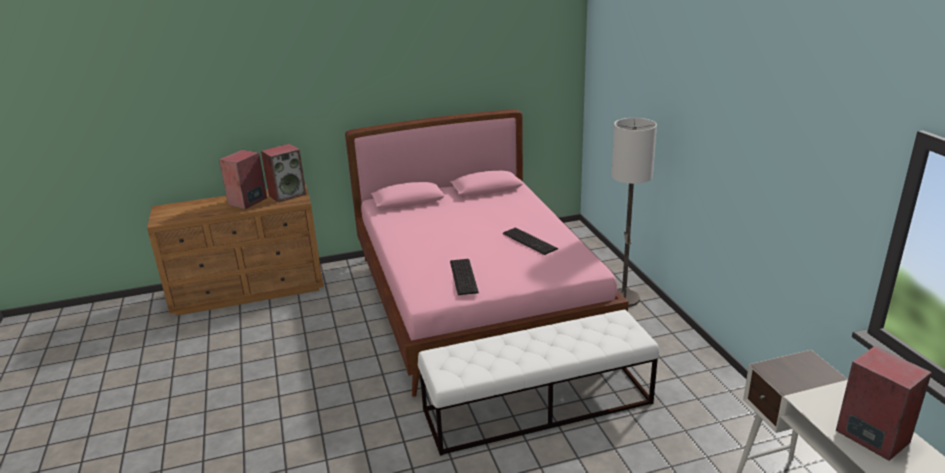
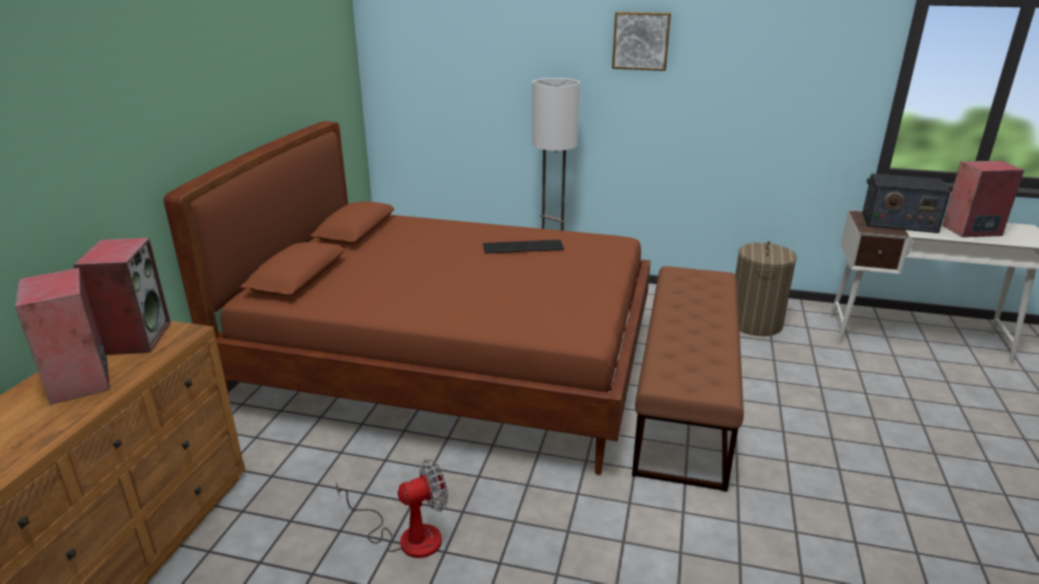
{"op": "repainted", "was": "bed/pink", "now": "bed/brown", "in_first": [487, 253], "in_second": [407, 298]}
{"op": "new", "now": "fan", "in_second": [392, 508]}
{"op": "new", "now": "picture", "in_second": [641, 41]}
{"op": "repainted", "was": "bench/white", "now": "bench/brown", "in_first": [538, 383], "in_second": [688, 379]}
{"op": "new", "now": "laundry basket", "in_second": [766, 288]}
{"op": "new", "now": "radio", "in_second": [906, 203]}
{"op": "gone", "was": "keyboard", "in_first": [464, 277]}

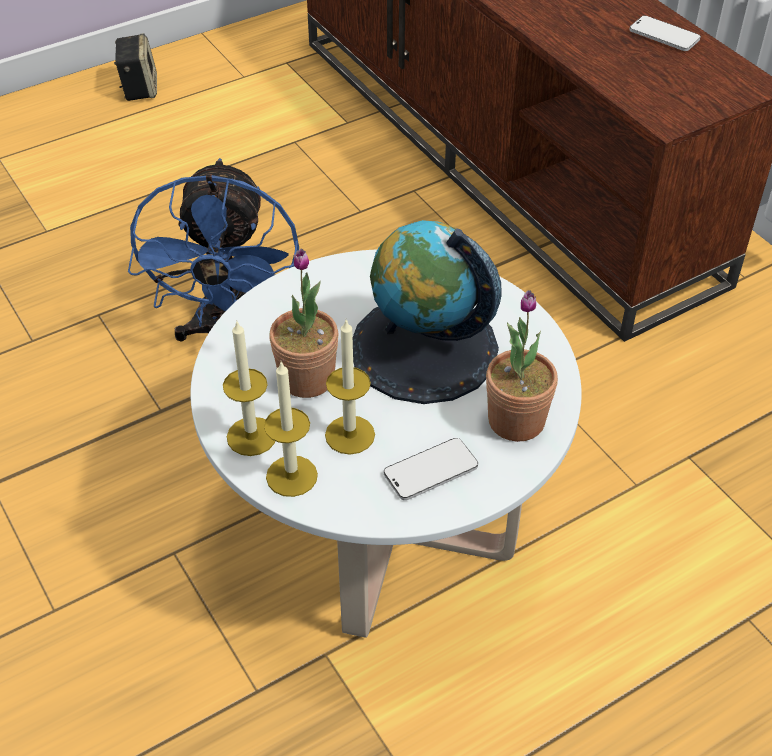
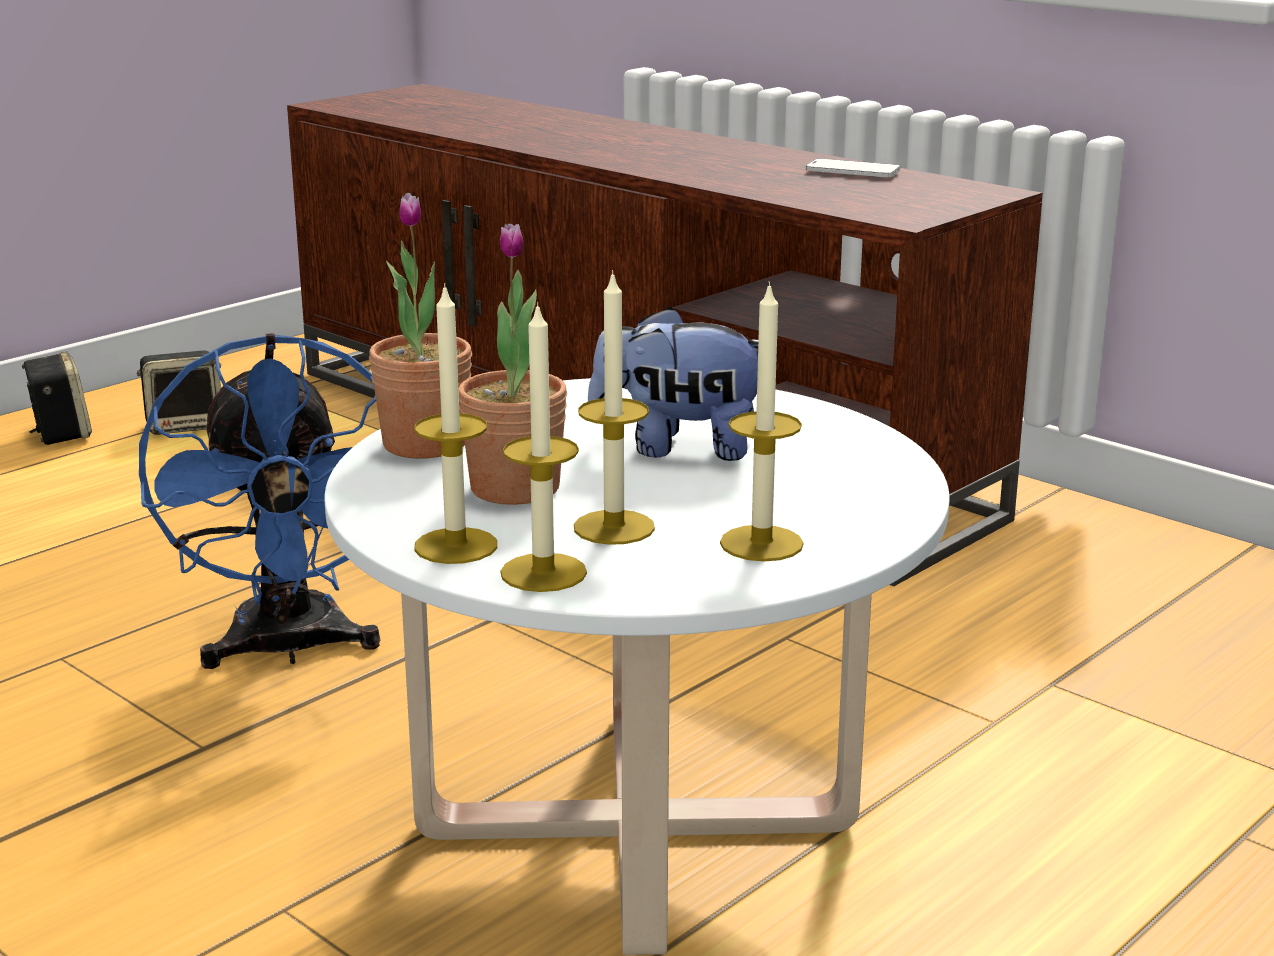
{"op": "new", "now": "speaker", "in_second": [179, 392]}
{"op": "shifted", "was": "potted plant", "in_first": [522, 366], "in_second": [420, 326]}
{"op": "swapped", "was": "globe", "now": "plush toy", "in_first": [427, 312], "in_second": [673, 383]}
{"op": "swapped", "was": "phone", "now": "candle", "in_first": [431, 469], "in_second": [762, 421]}

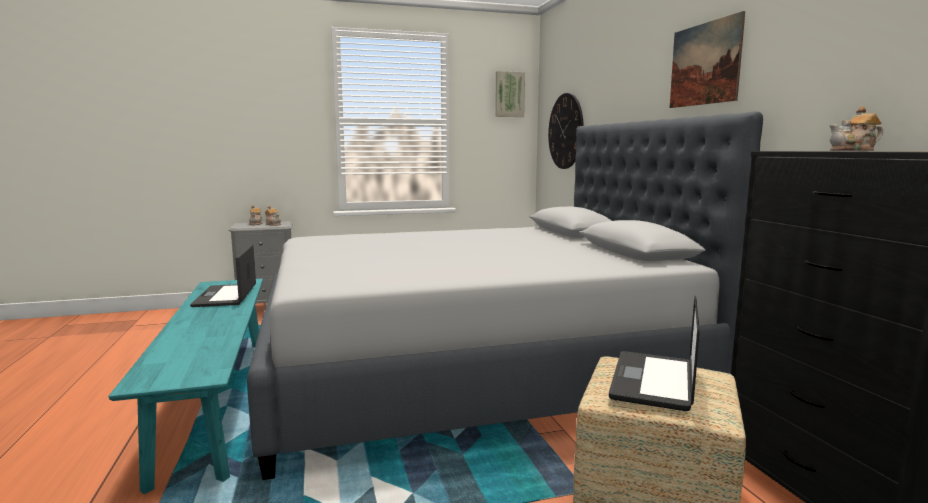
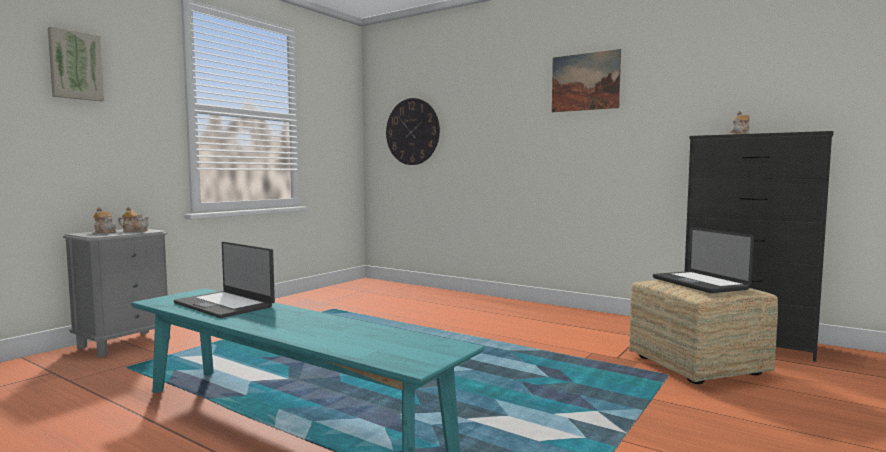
{"op": "shifted", "was": "picture", "in_first": [510, 94], "in_second": [76, 64]}
{"op": "gone", "was": "bed/grey", "in_first": [505, 295]}

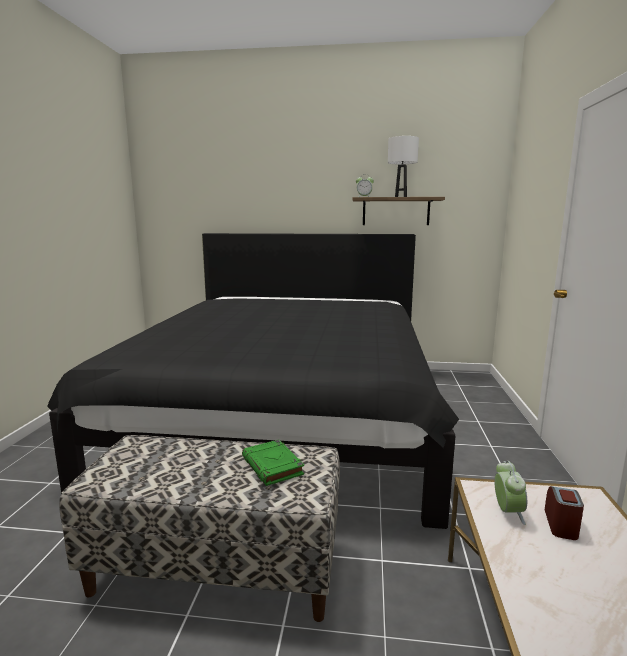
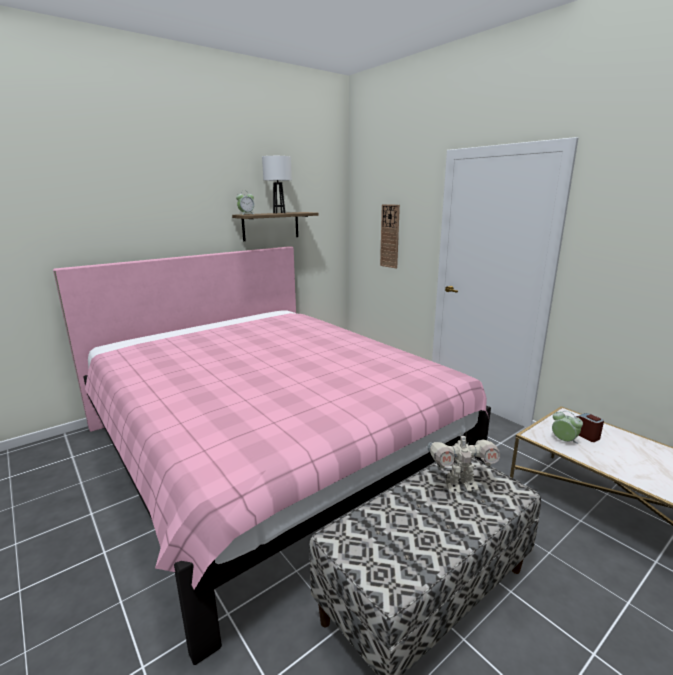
{"op": "repainted", "was": "bed/black", "now": "bed/pink", "in_first": [253, 381], "in_second": [272, 455]}
{"op": "new", "now": "wall clock", "in_second": [390, 236]}
{"op": "swapped", "was": "book/green", "now": "toy robot", "in_first": [273, 463], "in_second": [464, 463]}

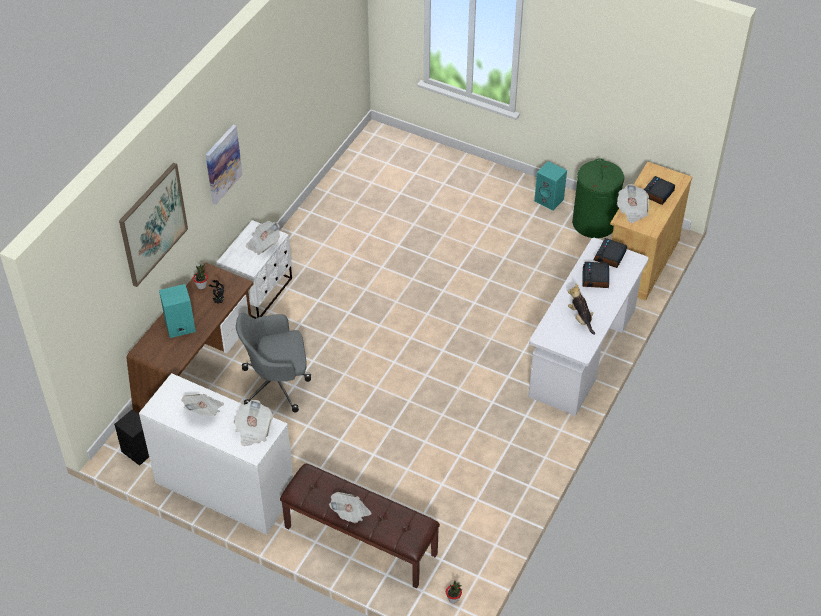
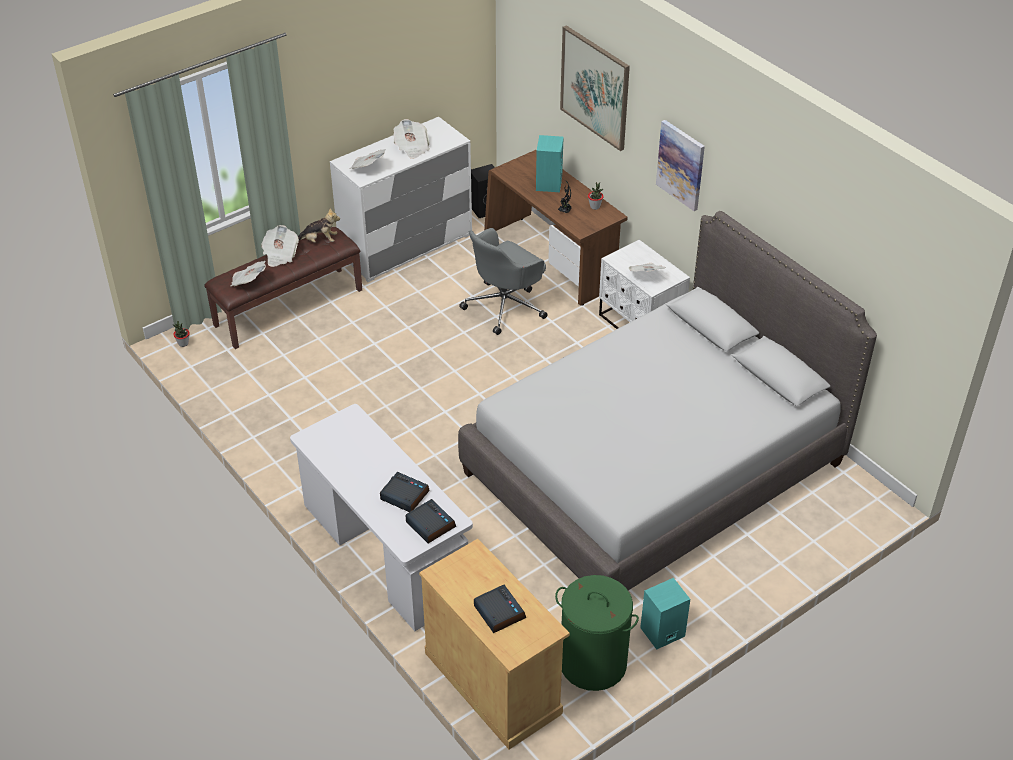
{"op": "shifted", "was": "newspaper", "in_first": [633, 203], "in_second": [248, 274]}
{"op": "shifted", "was": "plush toy", "in_first": [581, 309], "in_second": [319, 225]}
{"op": "new", "now": "bed/grey", "in_second": [667, 400]}
{"op": "rotated", "was": "office chair/grey", "in_first": [273, 362], "in_second": [503, 281], "clockwise": -150}

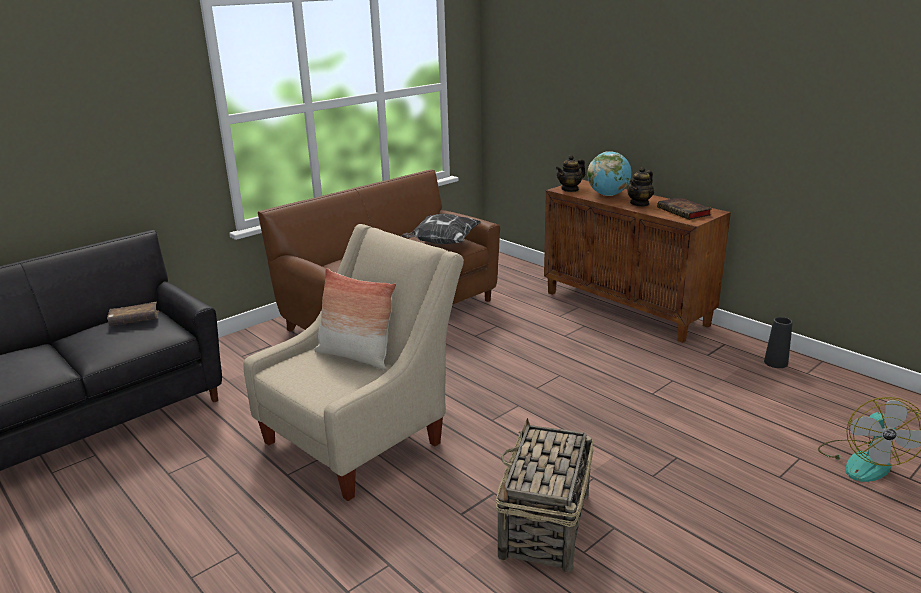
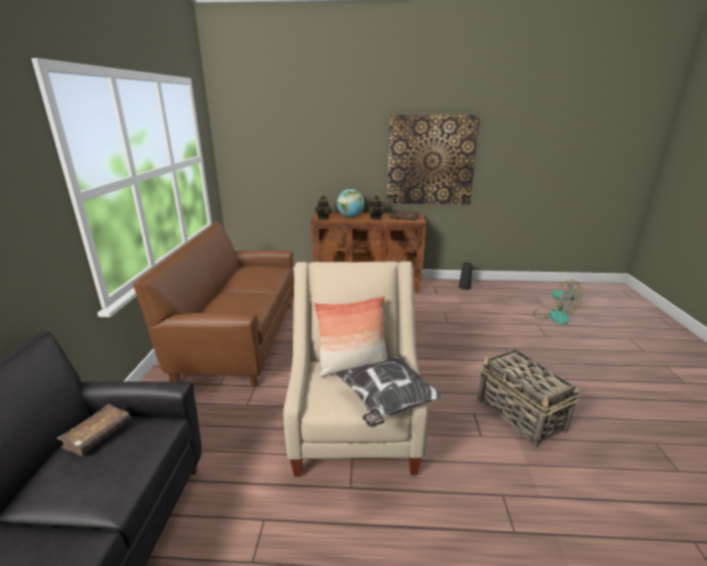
{"op": "shifted", "was": "pillow", "in_first": [441, 229], "in_second": [390, 391]}
{"op": "new", "now": "picture", "in_second": [433, 159]}

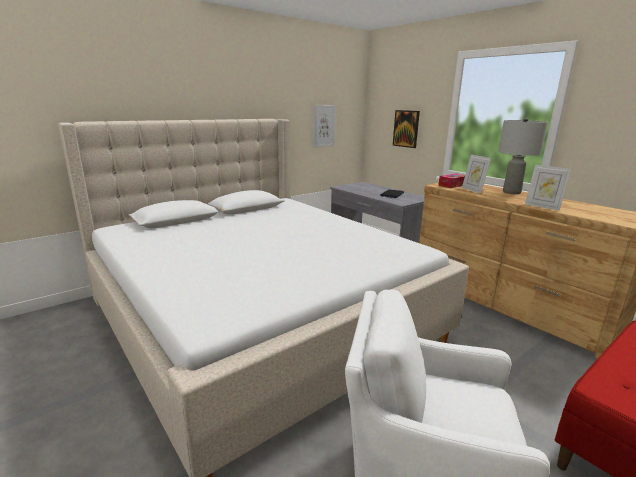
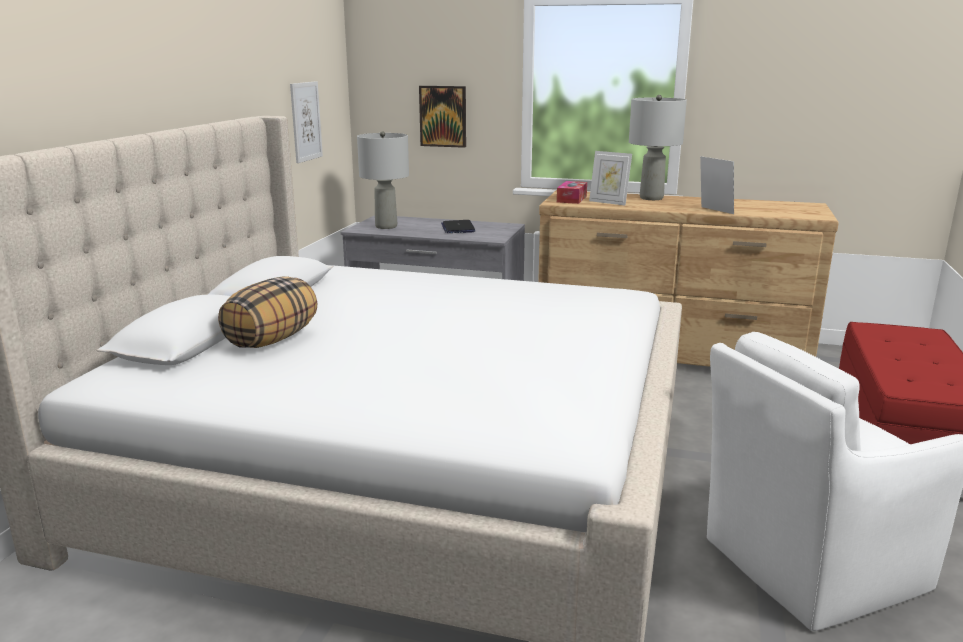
{"op": "new", "now": "pillow", "in_second": [267, 312]}
{"op": "new", "now": "table lamp/grey", "in_second": [383, 180]}
{"op": "rotated", "was": "picture frame", "in_first": [548, 188], "in_second": [717, 185], "clockwise": -135}

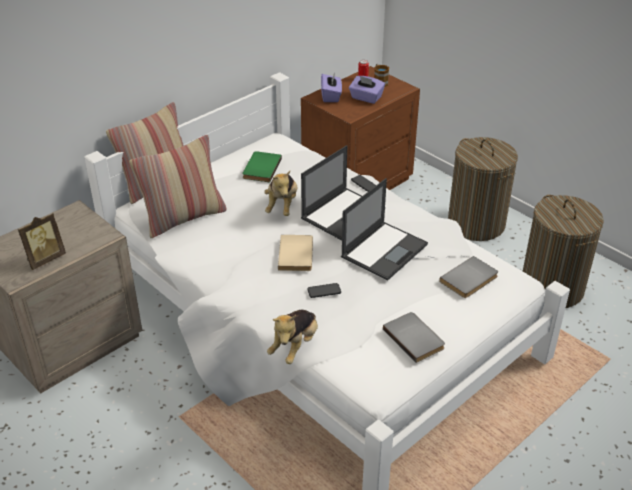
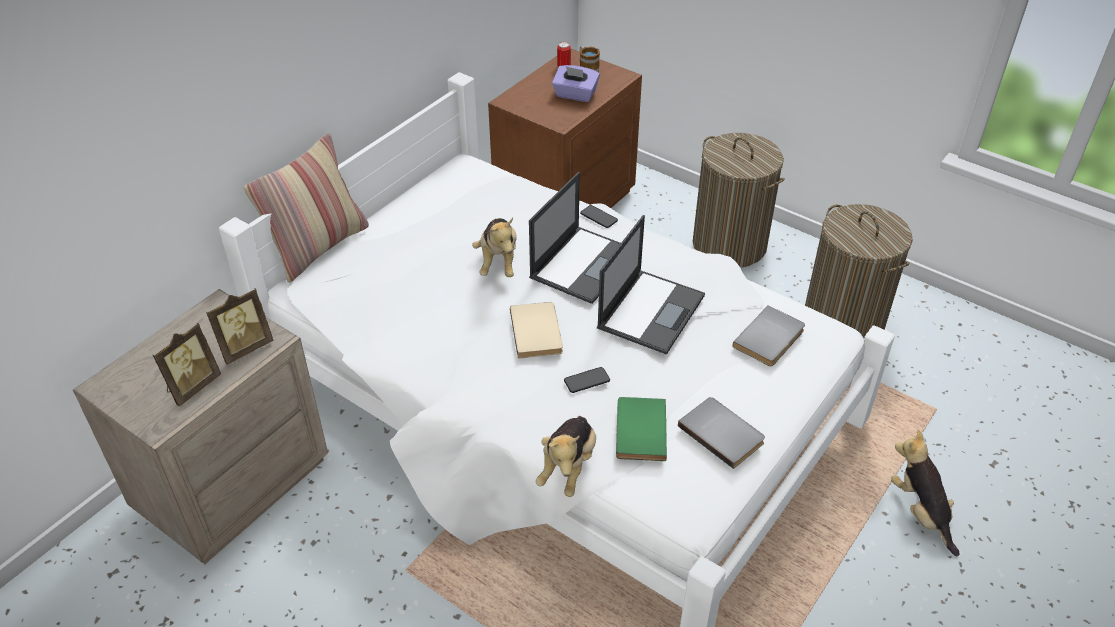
{"op": "new", "now": "picture frame", "in_second": [239, 326]}
{"op": "shifted", "was": "book/green", "in_first": [262, 166], "in_second": [641, 429]}
{"op": "new", "now": "plush toy", "in_second": [925, 492]}
{"op": "gone", "was": "pillow", "in_first": [178, 186]}
{"op": "gone", "was": "tissue box/purple", "in_first": [331, 87]}

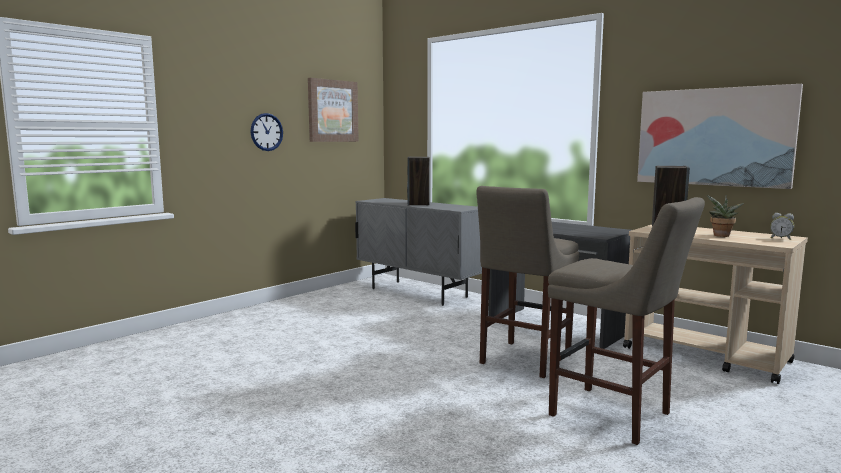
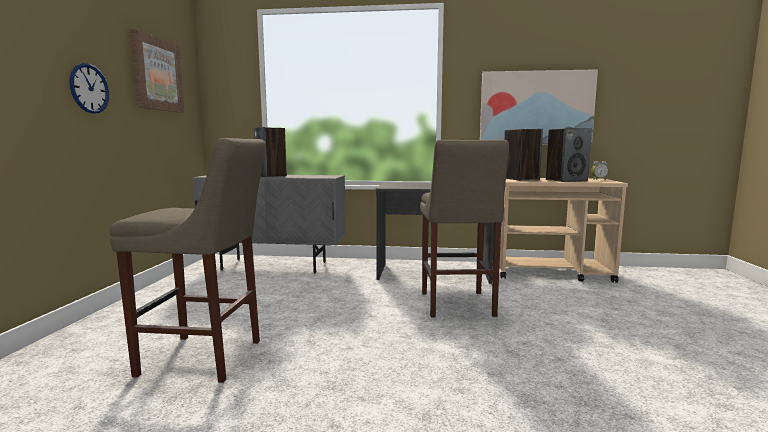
{"op": "shifted", "was": "stool/beige", "in_first": [626, 321], "in_second": [188, 260]}
{"op": "swapped", "was": "potted plant", "now": "speaker", "in_first": [725, 216], "in_second": [569, 155]}

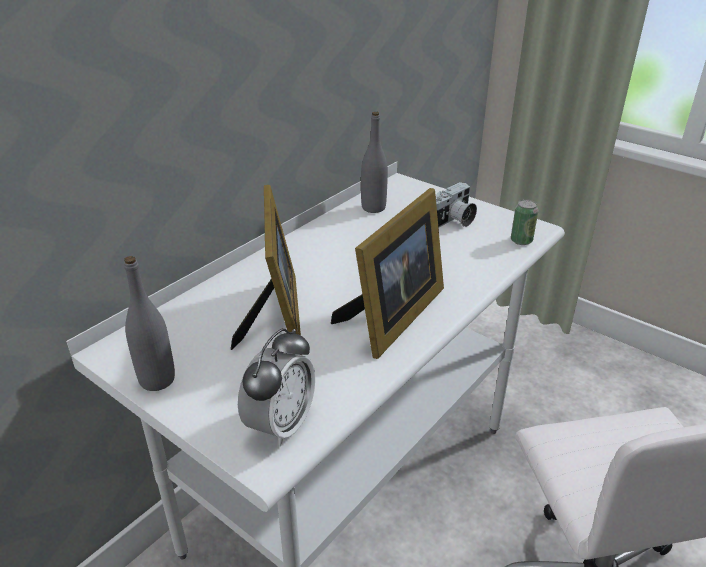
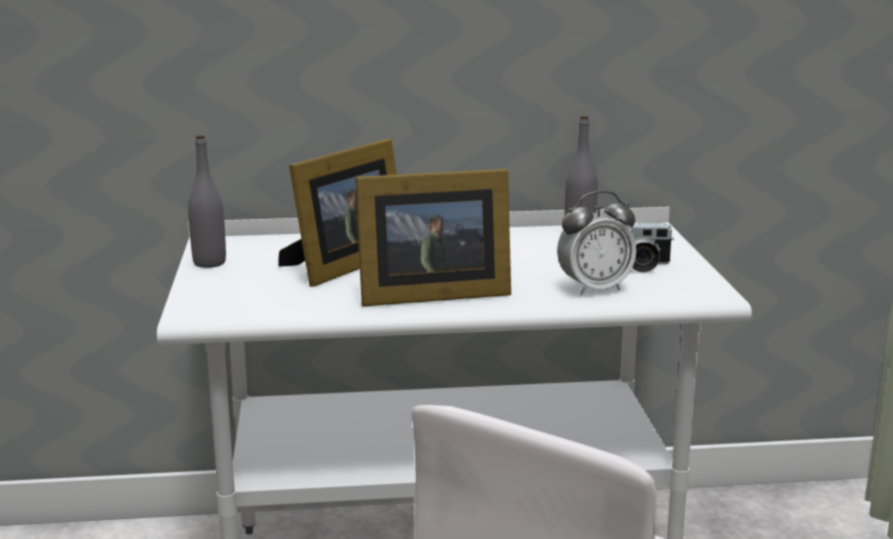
{"op": "shifted", "was": "alarm clock", "in_first": [276, 387], "in_second": [597, 243]}
{"op": "gone", "was": "can", "in_first": [525, 222]}

